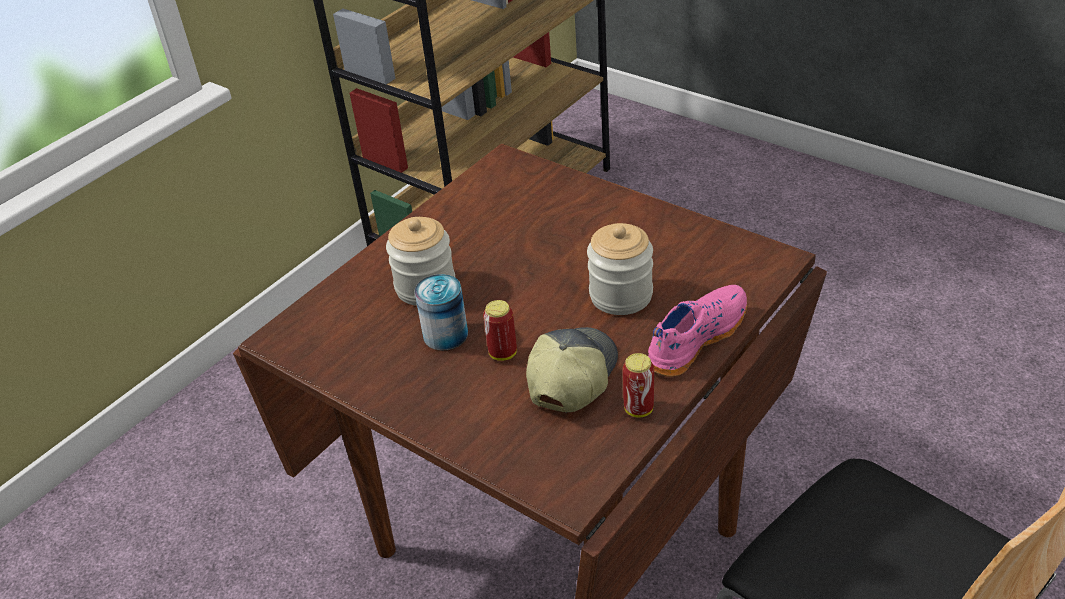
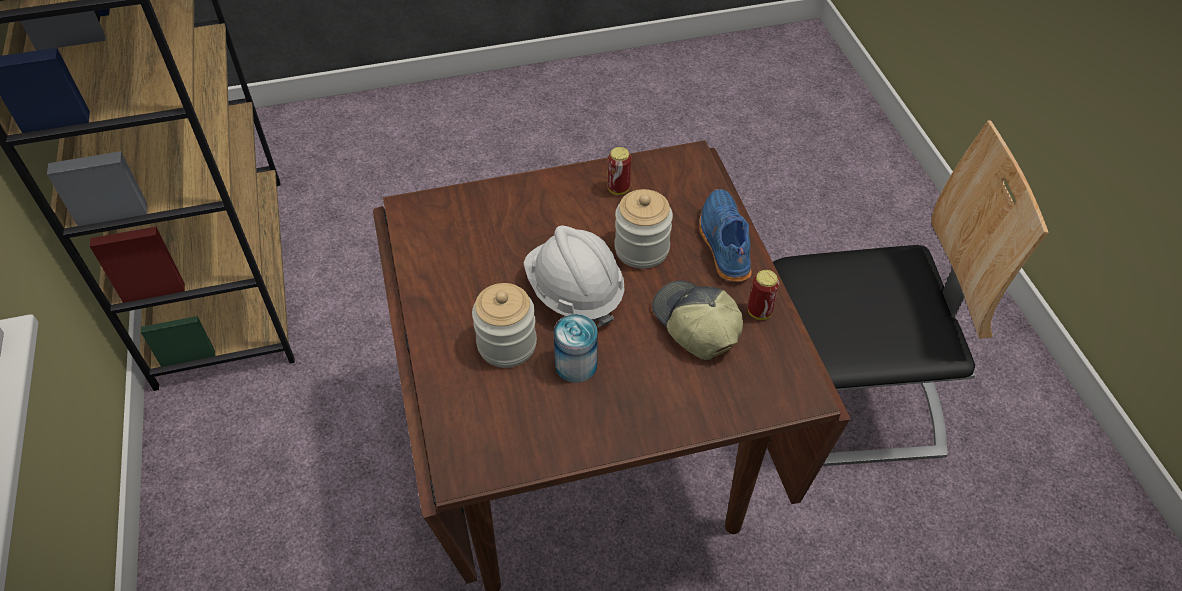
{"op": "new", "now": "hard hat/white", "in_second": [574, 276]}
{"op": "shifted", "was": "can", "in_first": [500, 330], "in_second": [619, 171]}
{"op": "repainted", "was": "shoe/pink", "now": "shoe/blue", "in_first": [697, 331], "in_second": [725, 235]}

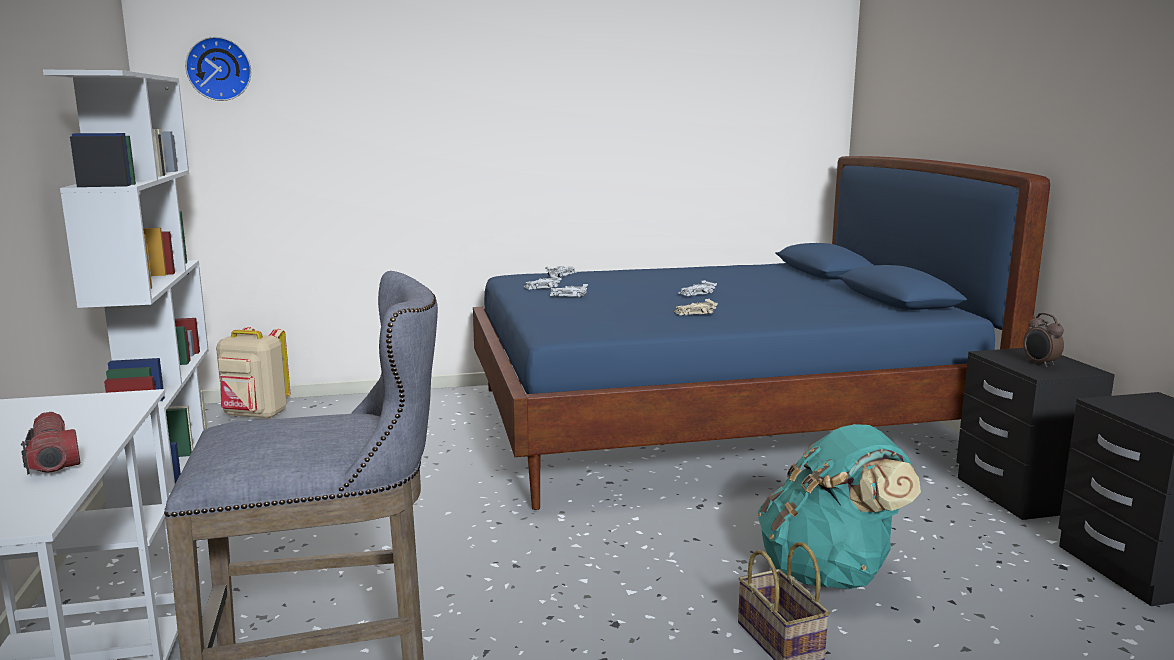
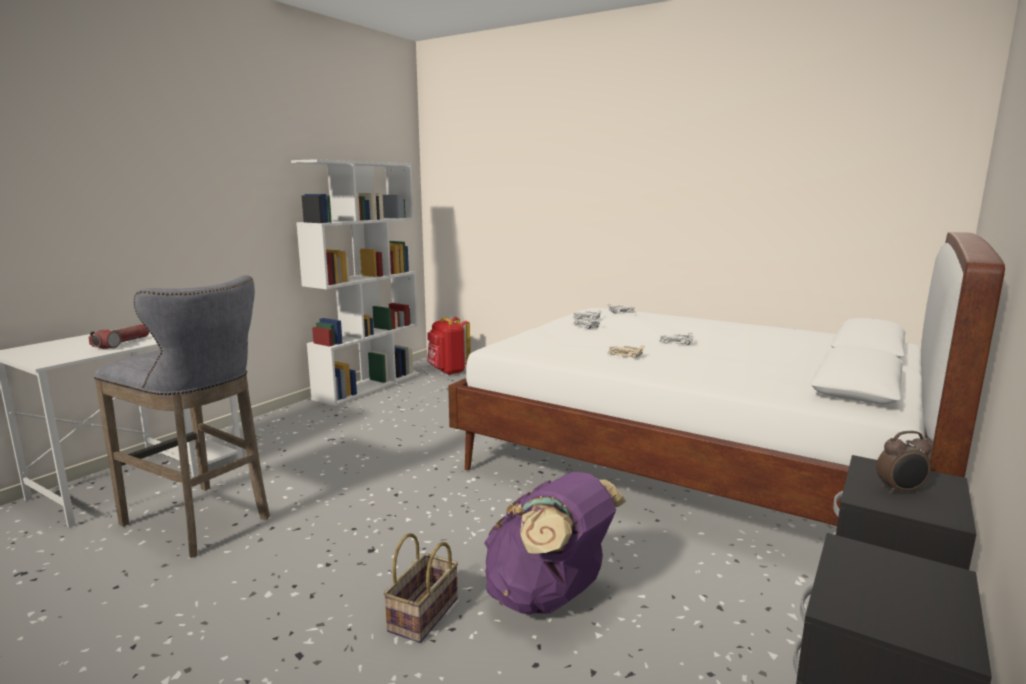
{"op": "repainted", "was": "backpack/beige", "now": "backpack/red", "in_first": [253, 373], "in_second": [448, 346]}
{"op": "repainted", "was": "bed/blue", "now": "bed/white", "in_first": [761, 333], "in_second": [726, 379]}
{"op": "repainted", "was": "backpack/turquoise", "now": "backpack/purple", "in_first": [839, 506], "in_second": [555, 543]}
{"op": "rotated", "was": "alarm clock", "in_first": [1043, 340], "in_second": [904, 462], "clockwise": -120}
{"op": "gone", "was": "wall clock", "in_first": [218, 69]}

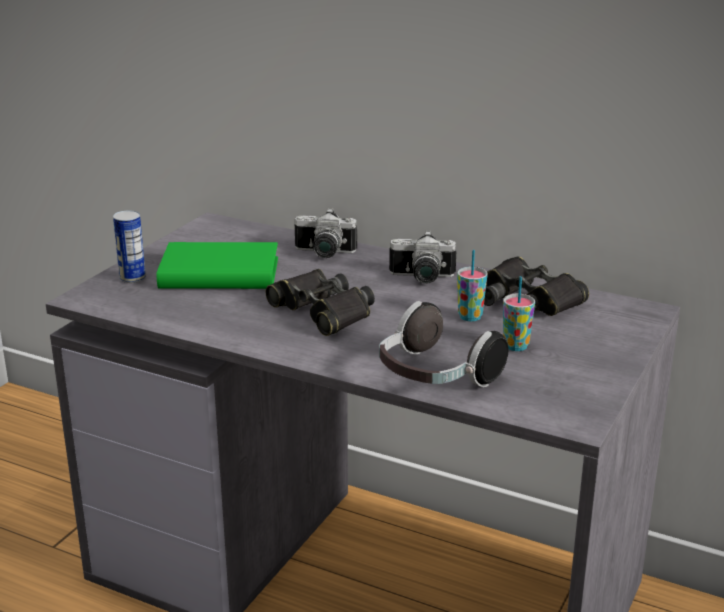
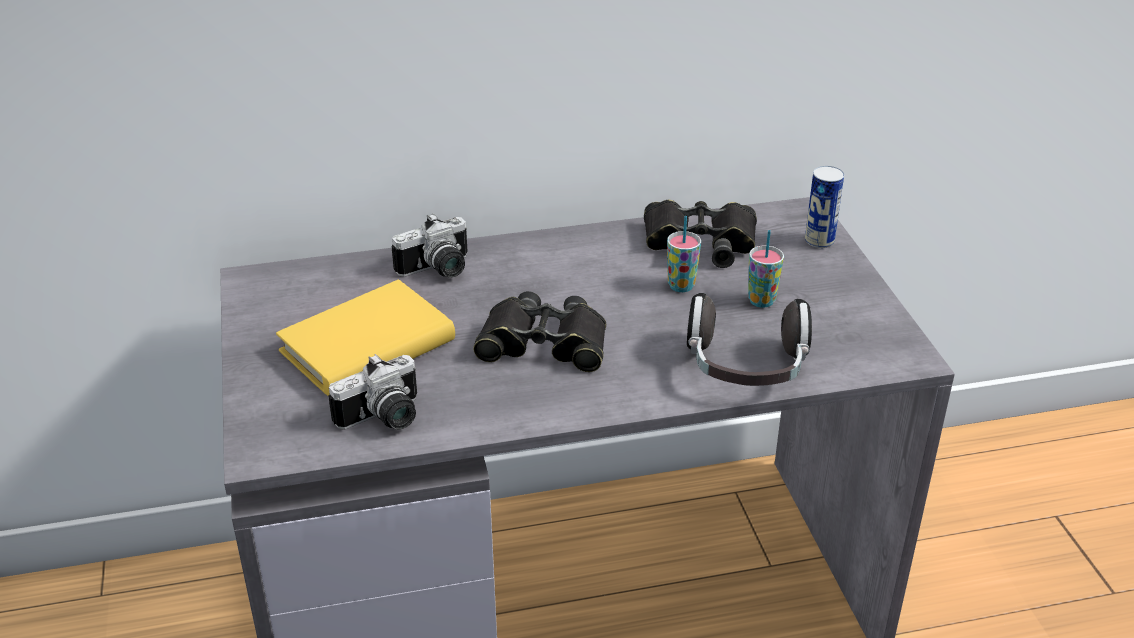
{"op": "repainted", "was": "book/green", "now": "book/yellow", "in_first": [217, 265], "in_second": [365, 337]}
{"op": "shifted", "was": "photo camera", "in_first": [422, 257], "in_second": [372, 392]}
{"op": "shifted", "was": "can", "in_first": [129, 247], "in_second": [824, 207]}

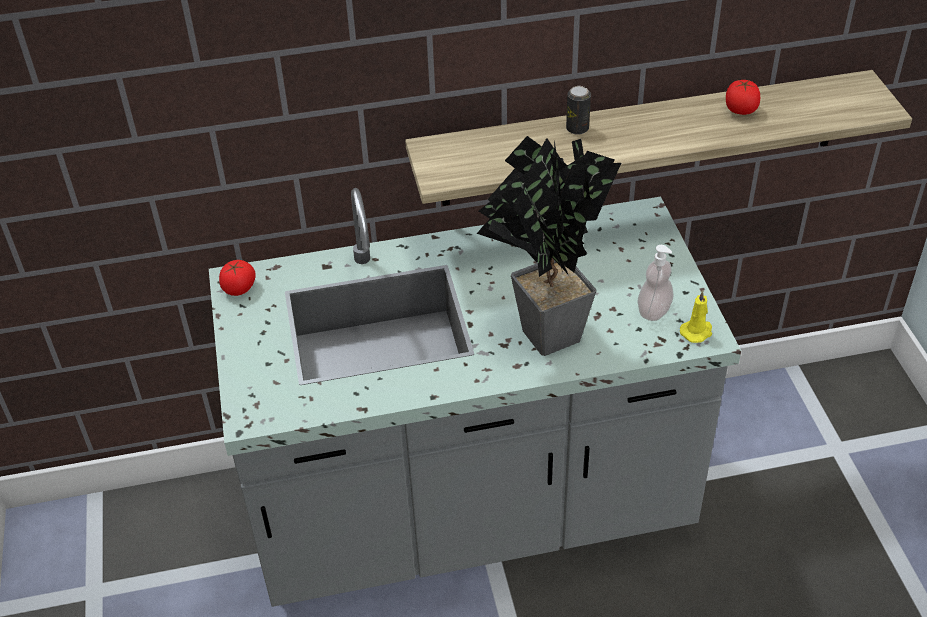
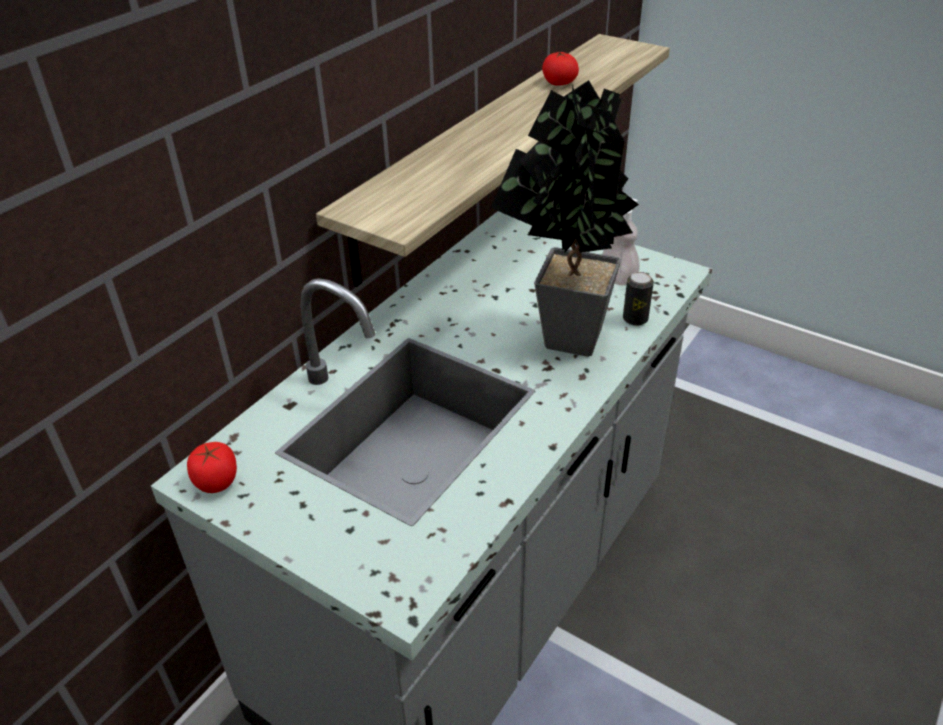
{"op": "shifted", "was": "can", "in_first": [578, 110], "in_second": [638, 299]}
{"op": "gone", "was": "candle/yellow", "in_first": [696, 316]}

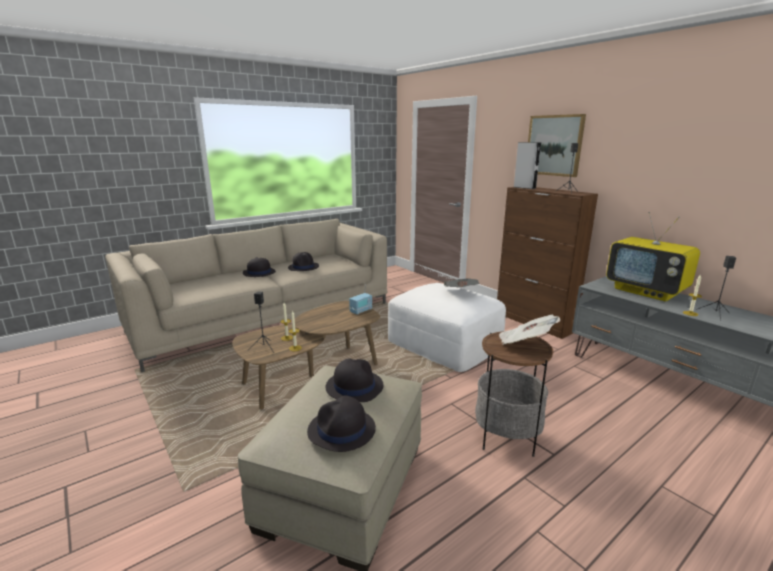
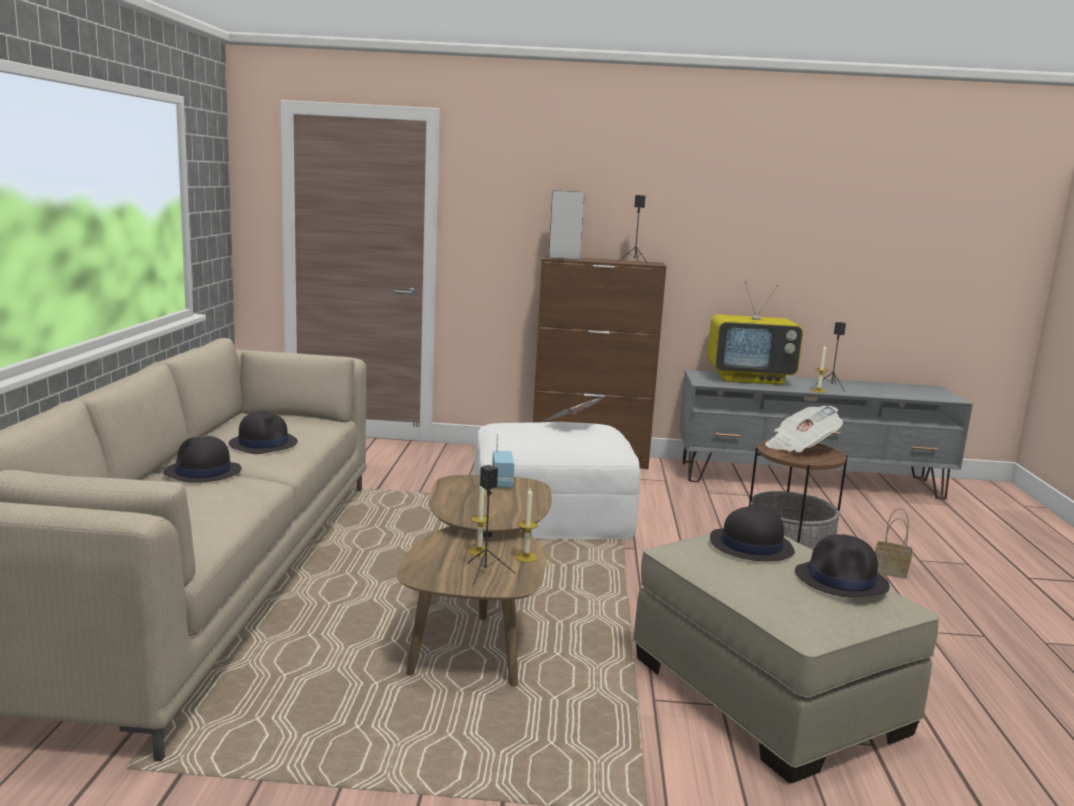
{"op": "new", "now": "basket", "in_second": [894, 543]}
{"op": "gone", "was": "picture", "in_first": [557, 145]}

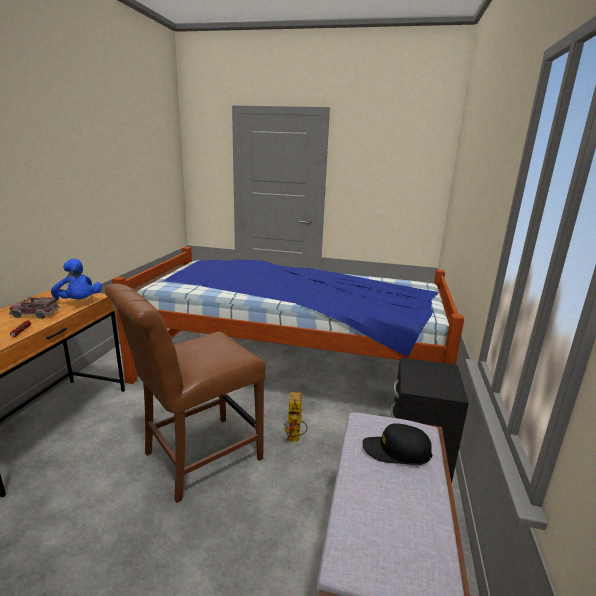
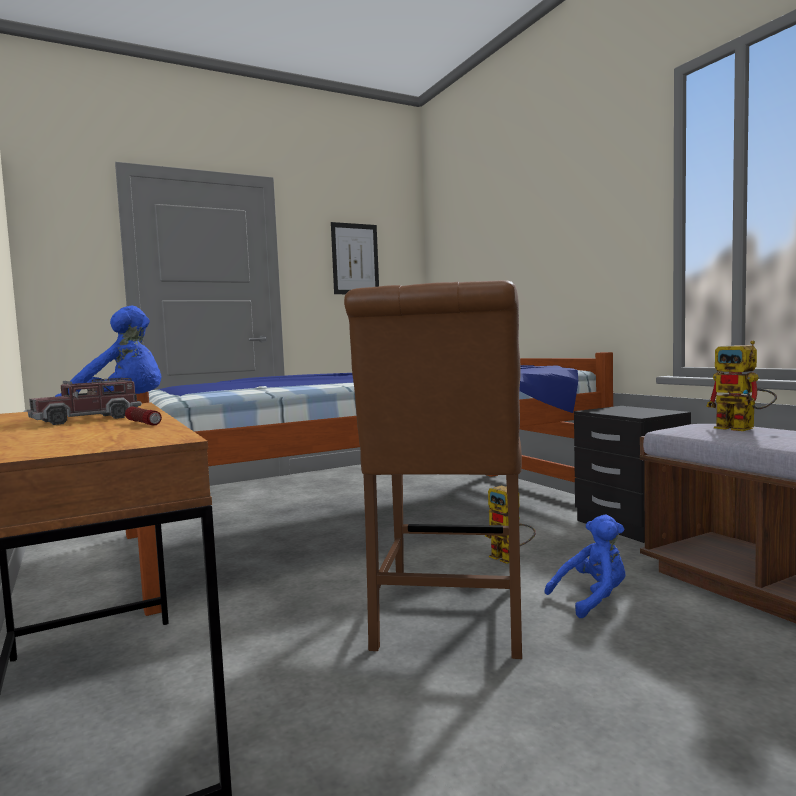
{"op": "new", "now": "picture", "in_second": [355, 258]}
{"op": "new", "now": "plush toy/blue", "in_second": [585, 566]}
{"op": "swapped", "was": "cap/black", "now": "toy robot", "in_first": [397, 444], "in_second": [741, 386]}

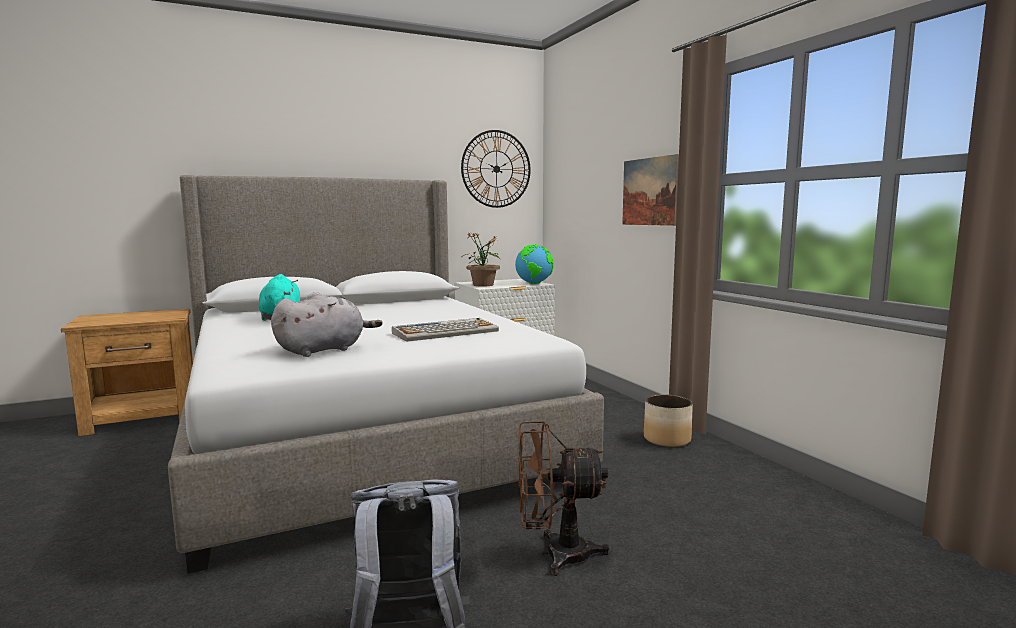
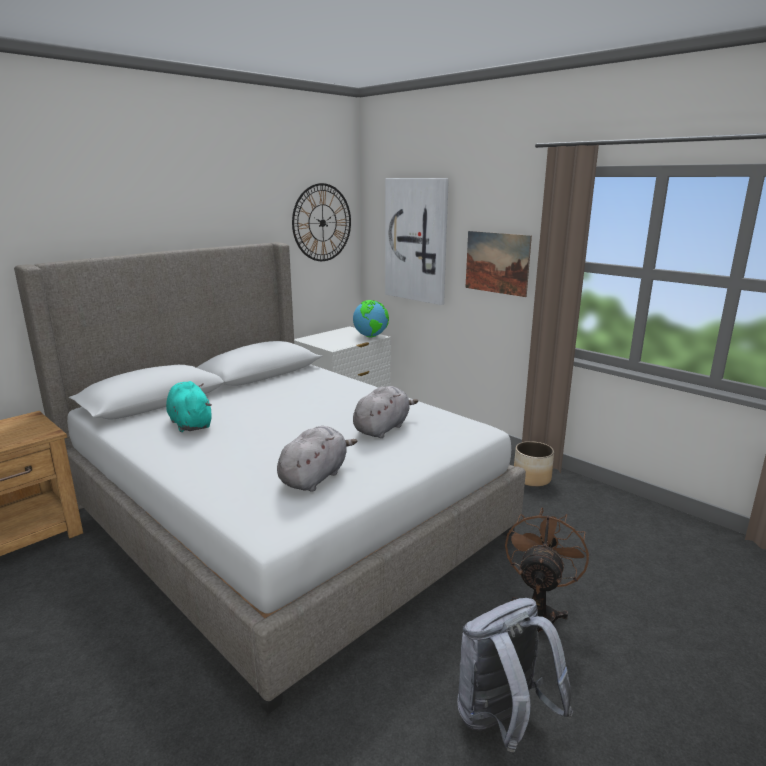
{"op": "swapped", "was": "keyboard", "now": "plush toy/grey", "in_first": [445, 330], "in_second": [385, 412]}
{"op": "new", "now": "picture", "in_second": [417, 241]}
{"op": "rotated", "was": "fan/brown", "in_first": [564, 498], "in_second": [547, 570], "clockwise": 135}
{"op": "gone", "was": "potted plant", "in_first": [481, 259]}

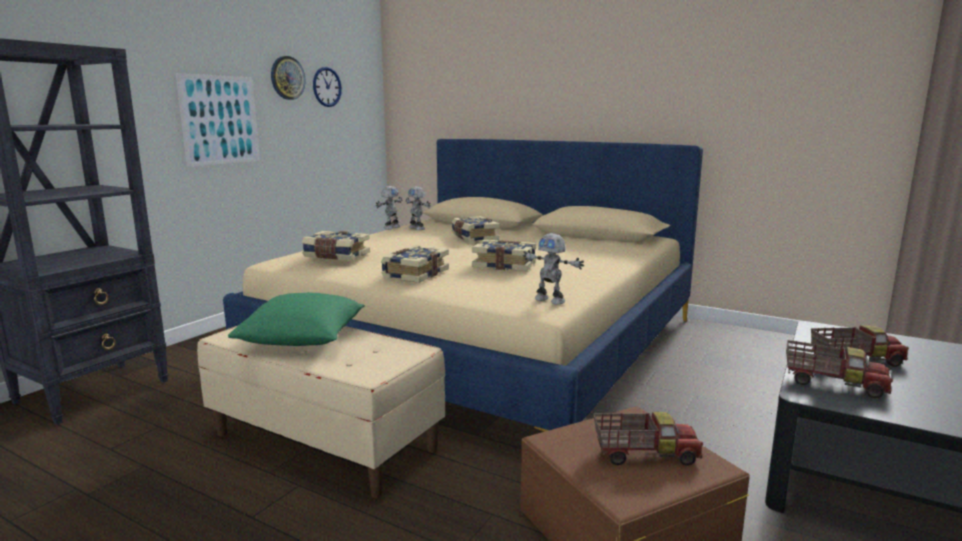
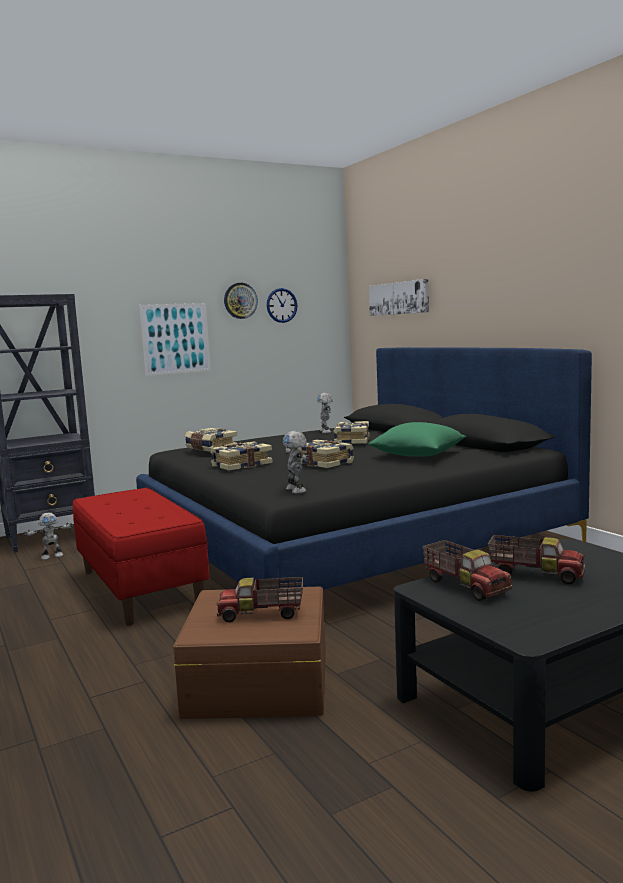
{"op": "shifted", "was": "toy robot", "in_first": [389, 208], "in_second": [48, 536]}
{"op": "repainted", "was": "bench/beige", "now": "bench/red", "in_first": [321, 412], "in_second": [141, 557]}
{"op": "repainted", "was": "bed/beige", "now": "bed/black", "in_first": [463, 285], "in_second": [364, 468]}
{"op": "rotated", "was": "toy truck", "in_first": [648, 439], "in_second": [260, 599], "clockwise": 150}
{"op": "new", "now": "picture", "in_second": [399, 297]}
{"op": "shifted", "was": "pillow/green", "in_first": [296, 319], "in_second": [417, 439]}

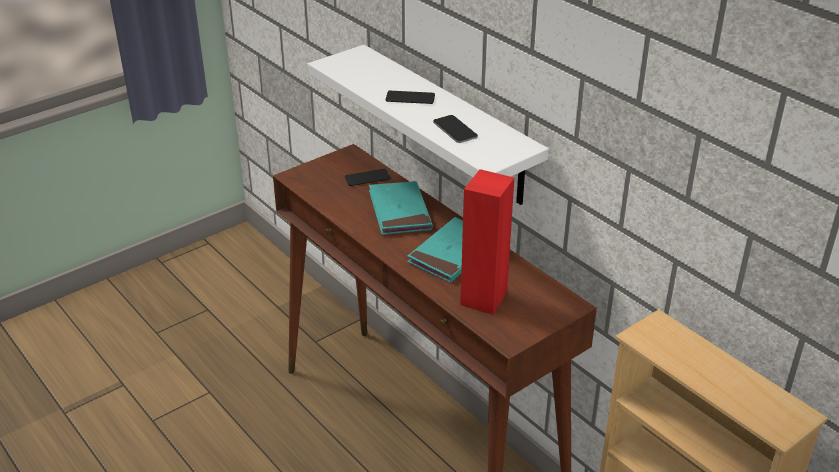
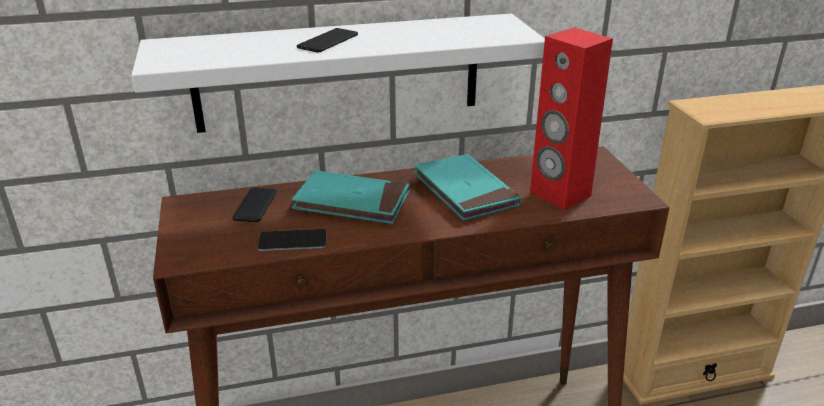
{"op": "shifted", "was": "phone", "in_first": [455, 129], "in_second": [292, 240]}

